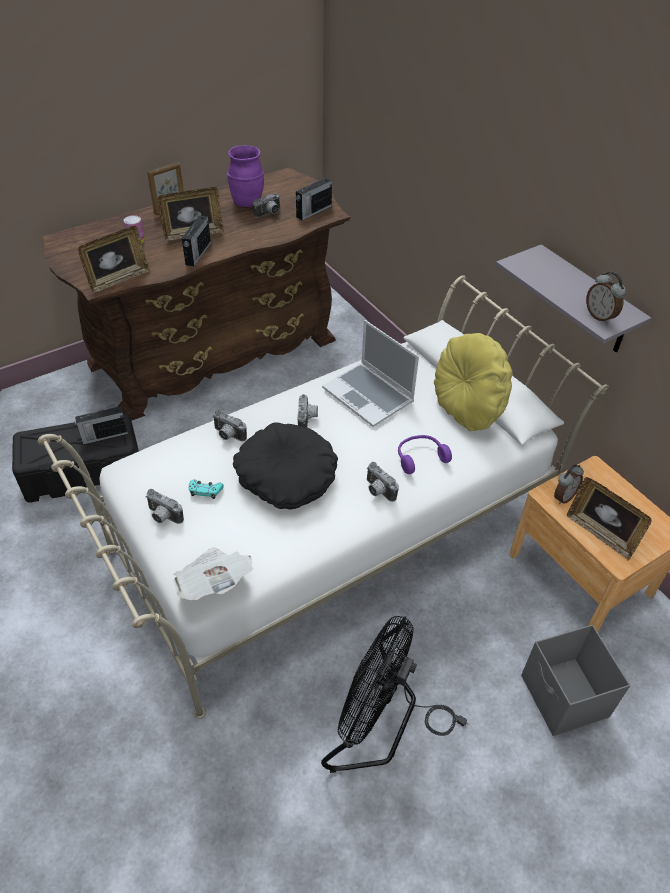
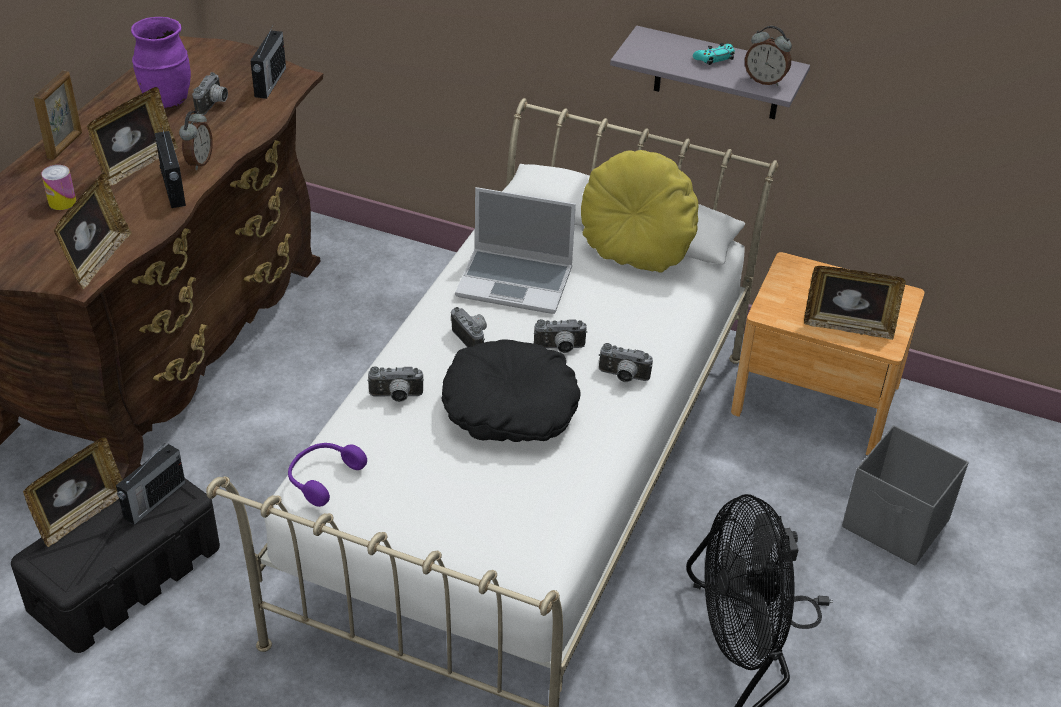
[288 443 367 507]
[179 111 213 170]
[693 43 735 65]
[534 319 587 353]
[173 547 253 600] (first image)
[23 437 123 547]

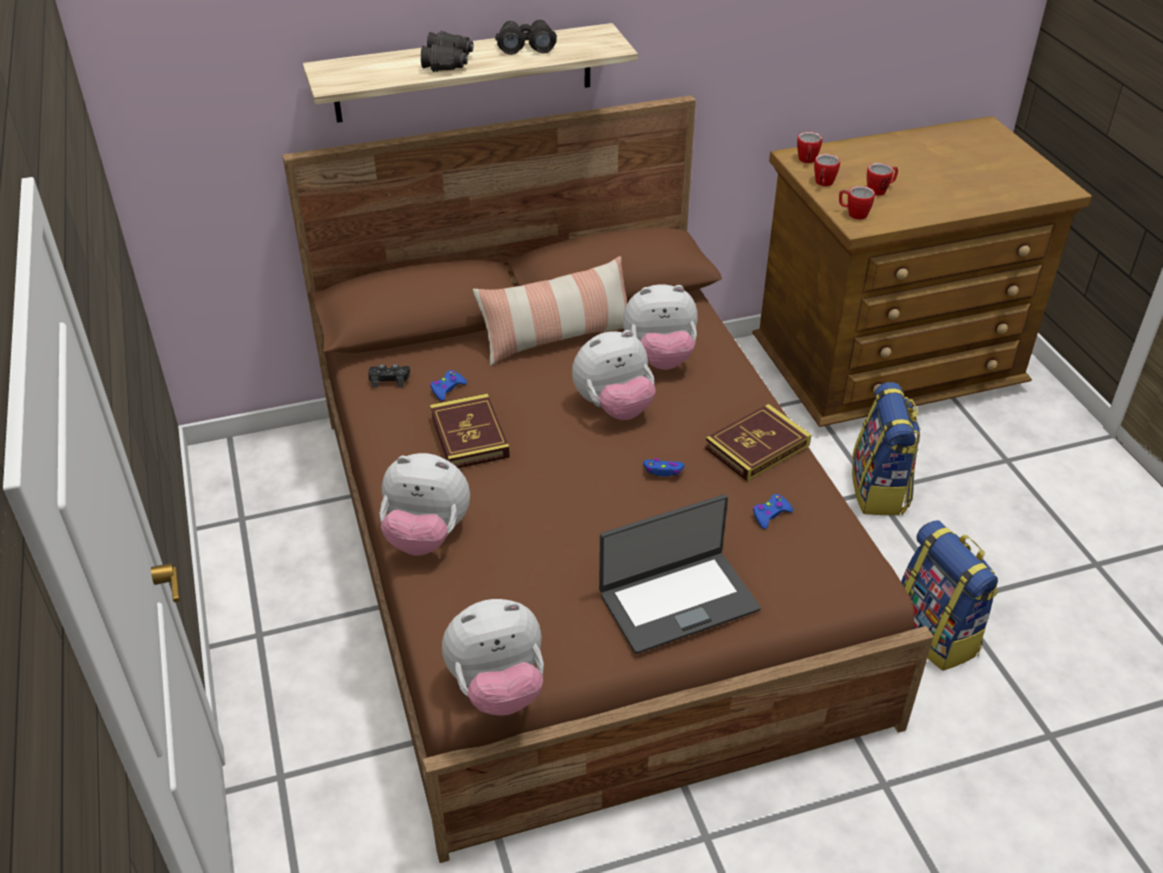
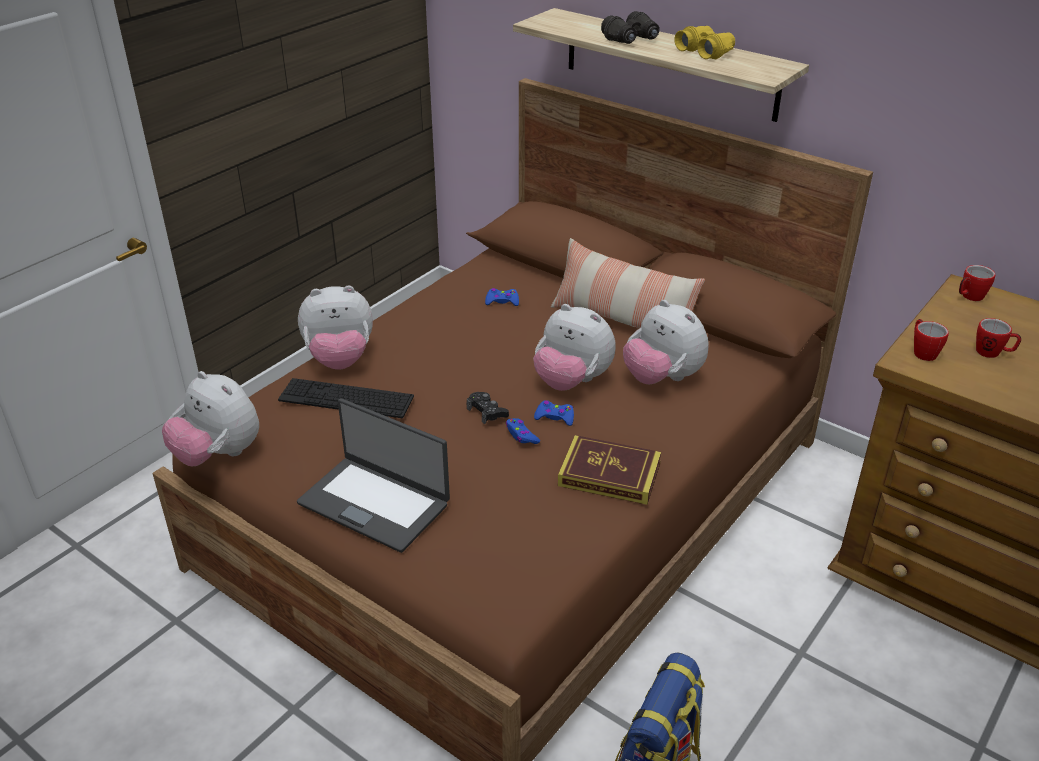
[674 26 735 59]
[814 154 840 186] (first image)
[467 392 509 424]
[852 382 920 515] (first image)
[430 394 510 469] (first image)
[298 285 373 370]
[534 400 574 426]
[278 378 414 418]

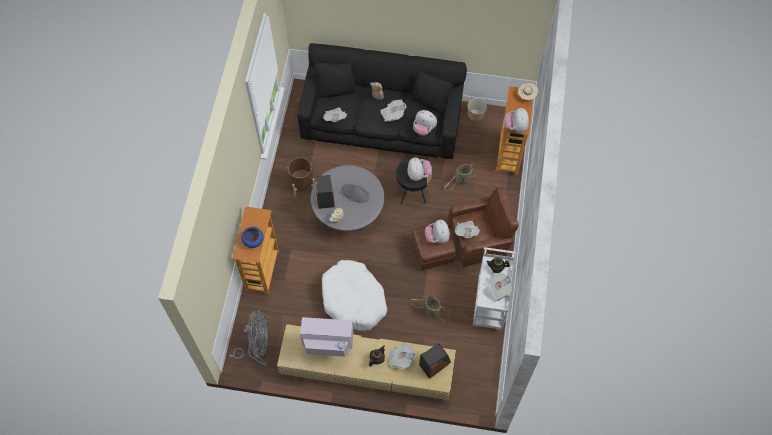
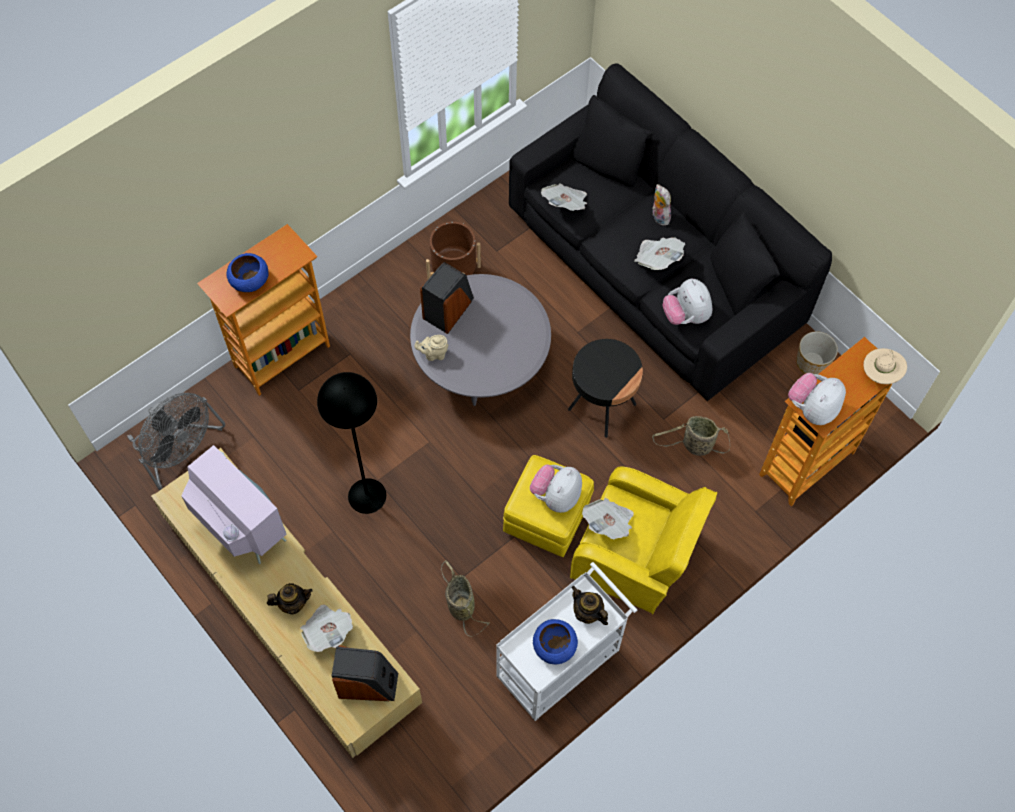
[407 157 432 181] (first image)
[341 184 370 203] (first image)
[503 455 717 615]
[317 372 386 514]
[533 619 578 664]

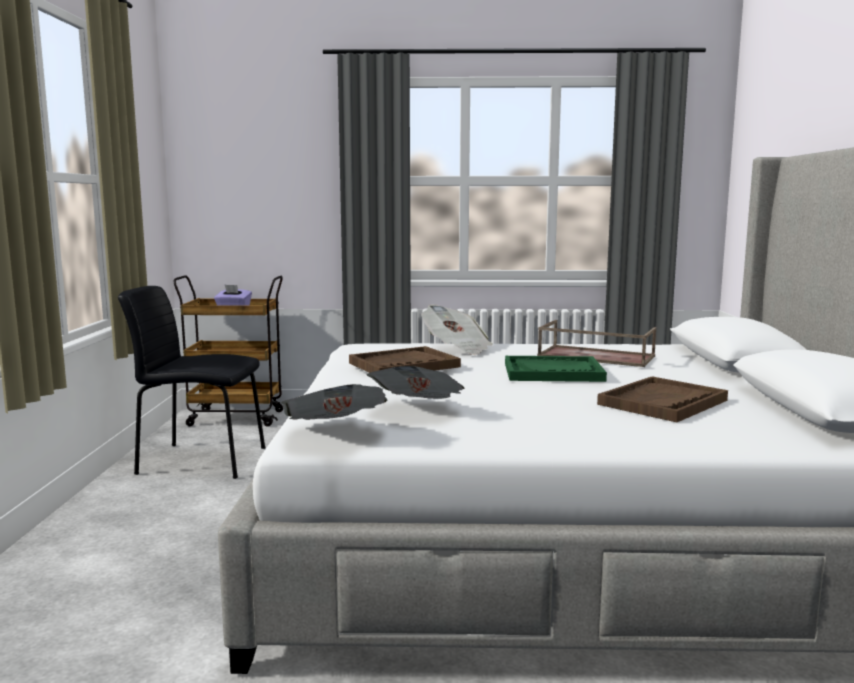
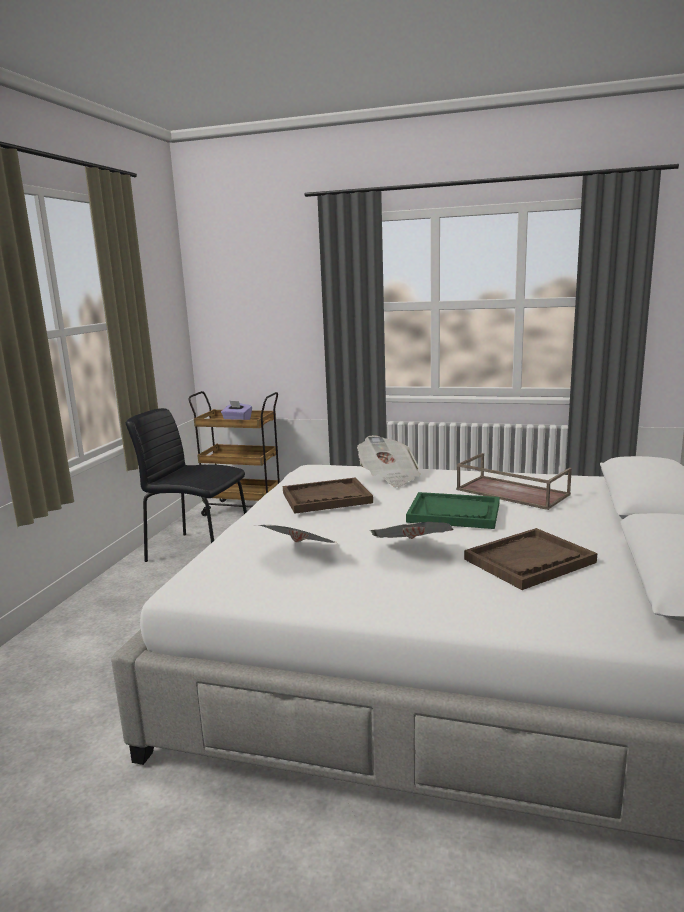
[370 522 454 539]

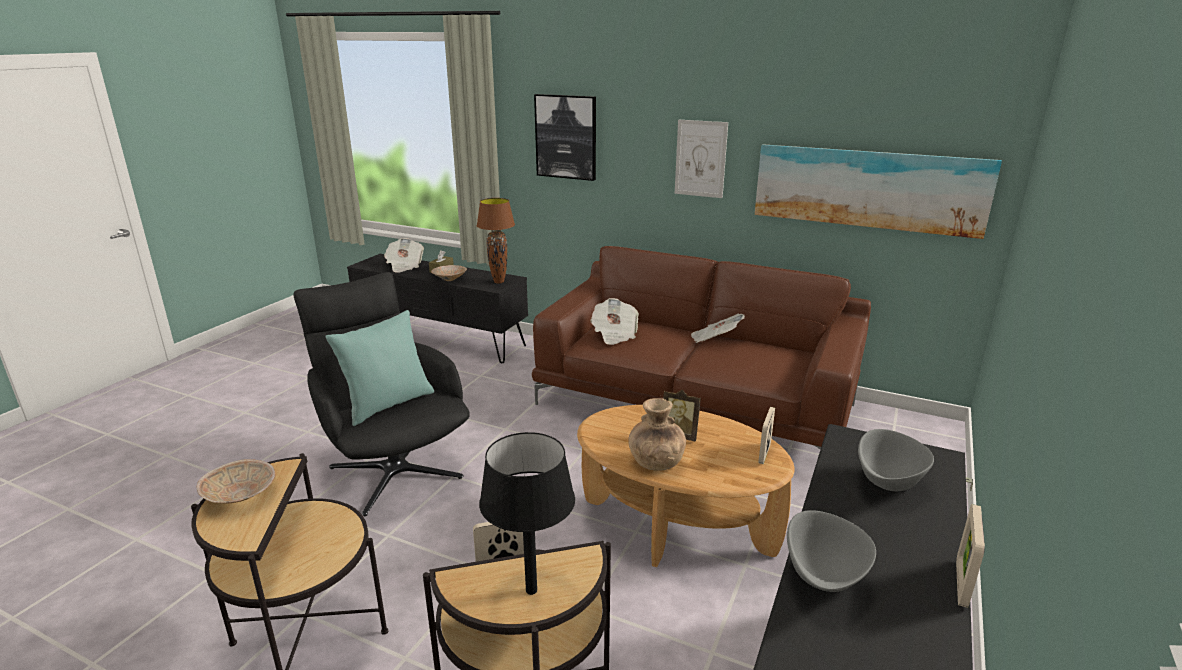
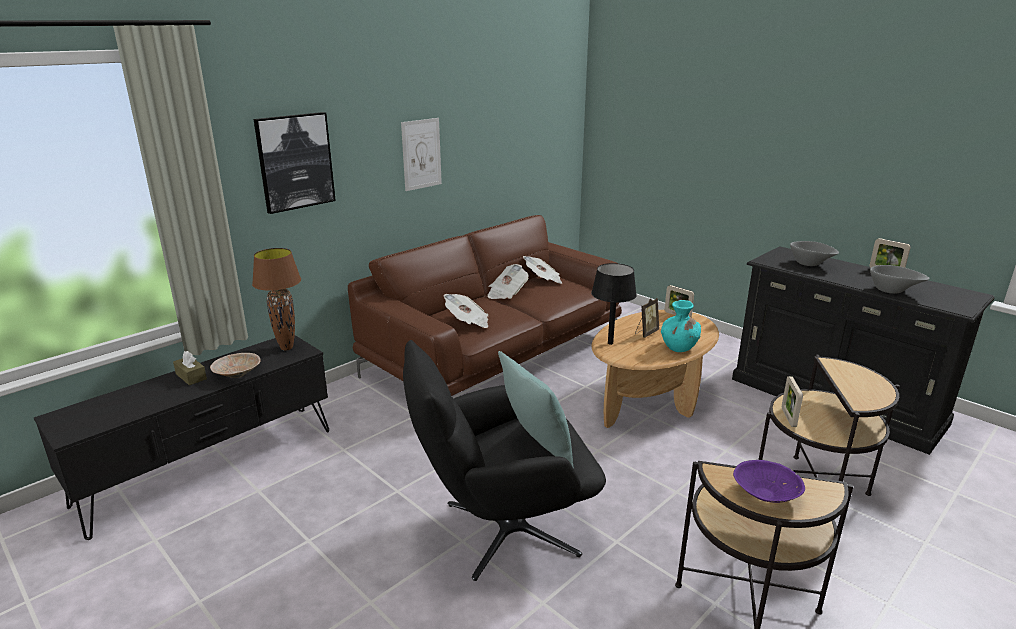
[755 144 1002 239] (first image)
[523 256 562 284]
[661 300 701 352]
[591 263 637 345]
[733 460 805 503]

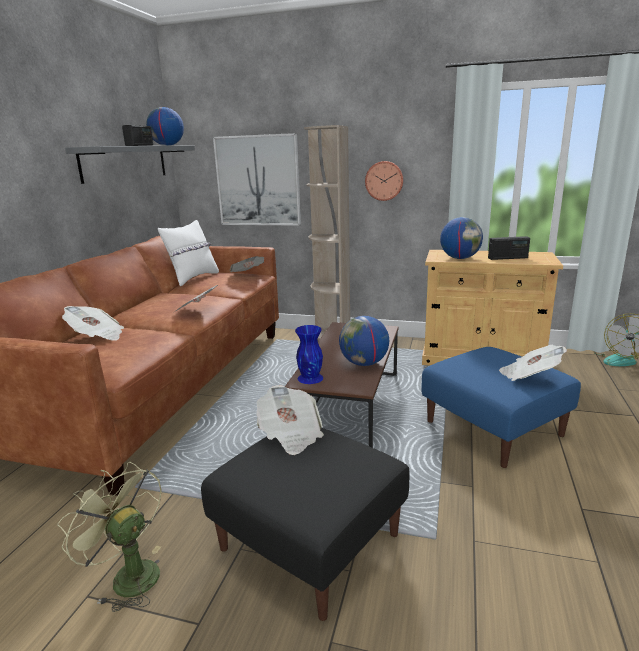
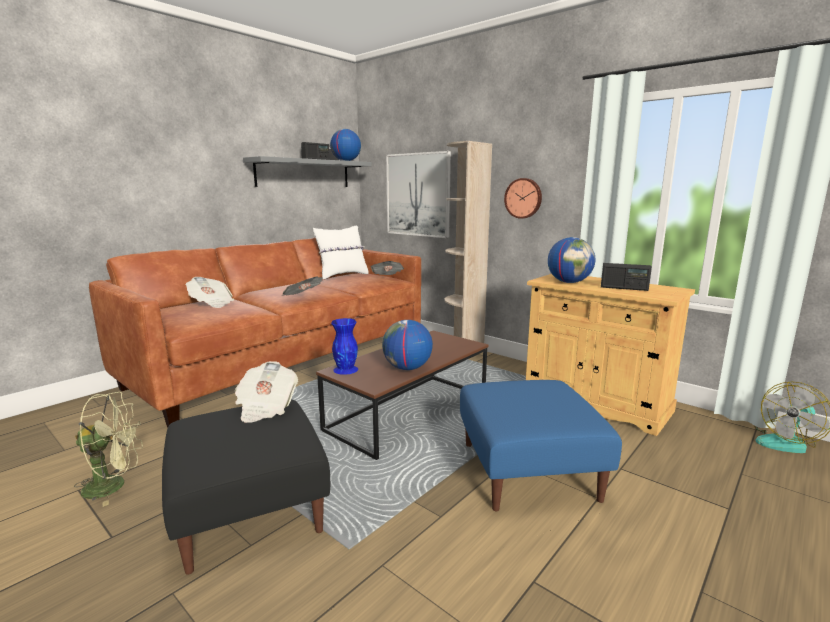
[499 345 567 381] (first image)
[74 392 143 507]

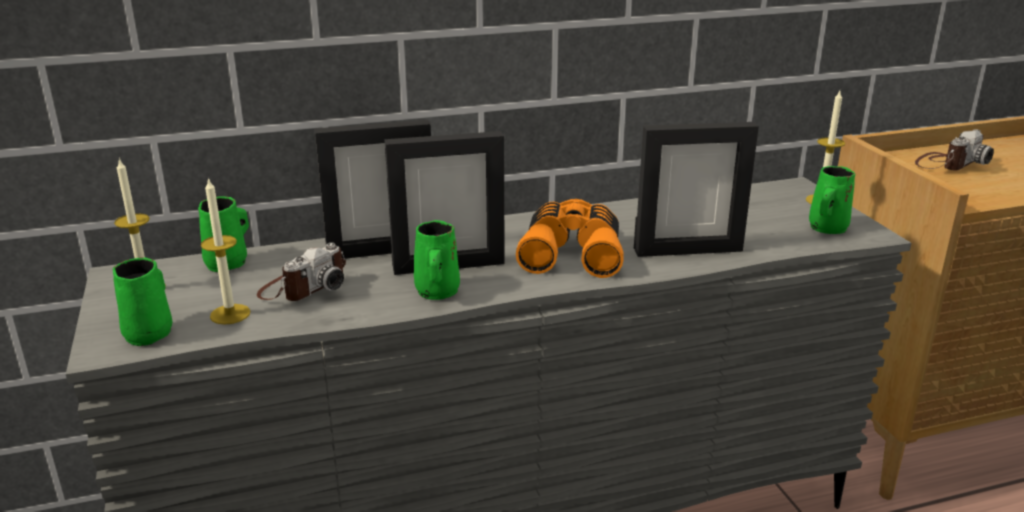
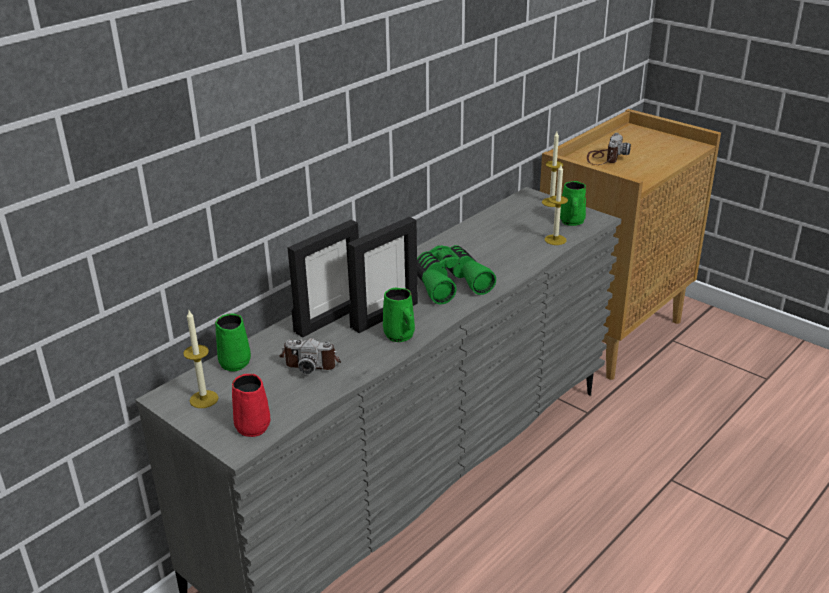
[634 122 759 257] (first image)
[545 165 568 245]
[417 245 496 304]
[279 338 341 374]
[232 374 271 437]

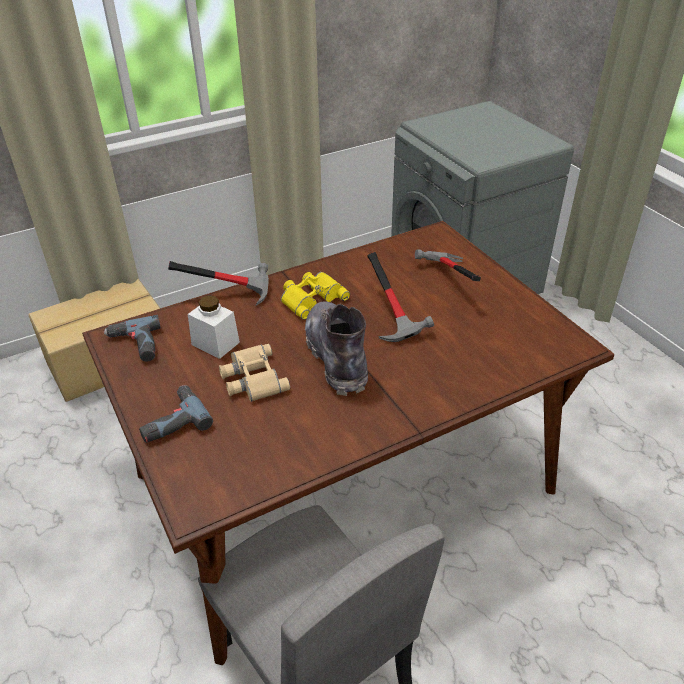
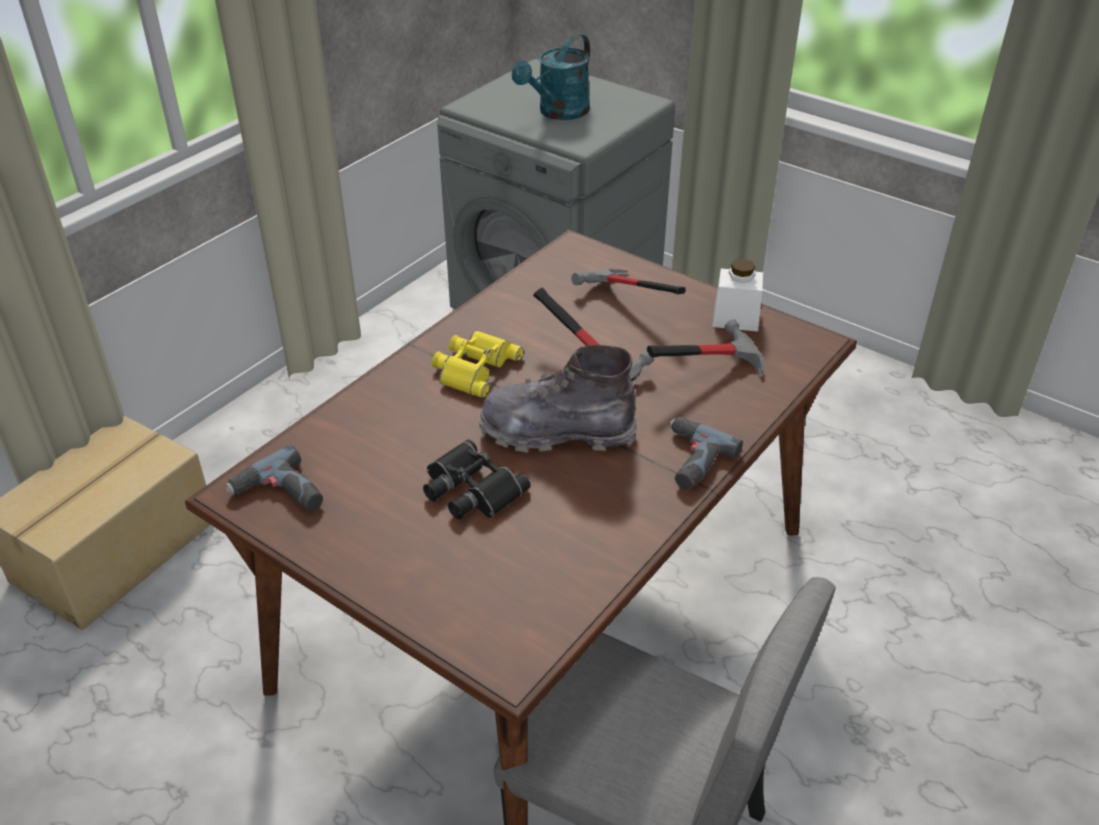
[647 319 764 378]
[712 258 763 331]
[479 345 637 453]
[423 439 531 519]
[670 417 743 490]
[512 33 590 120]

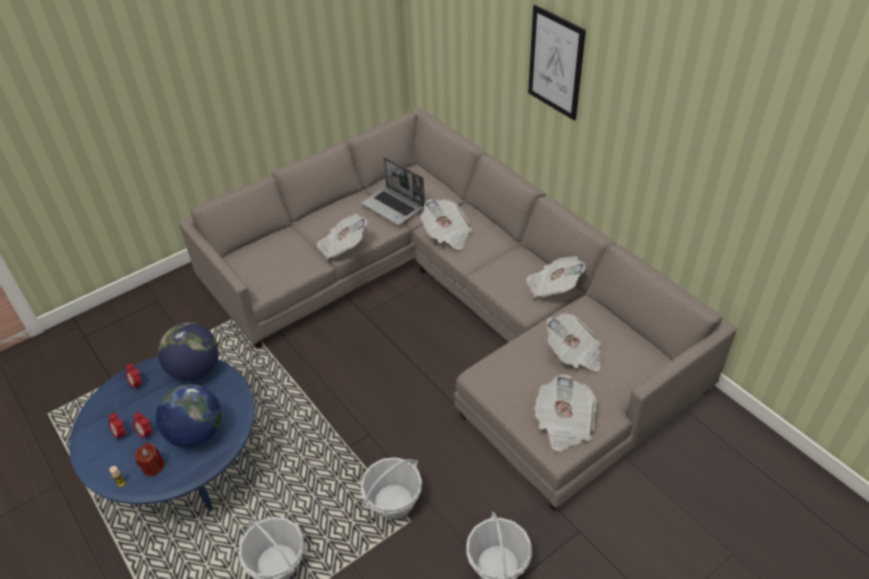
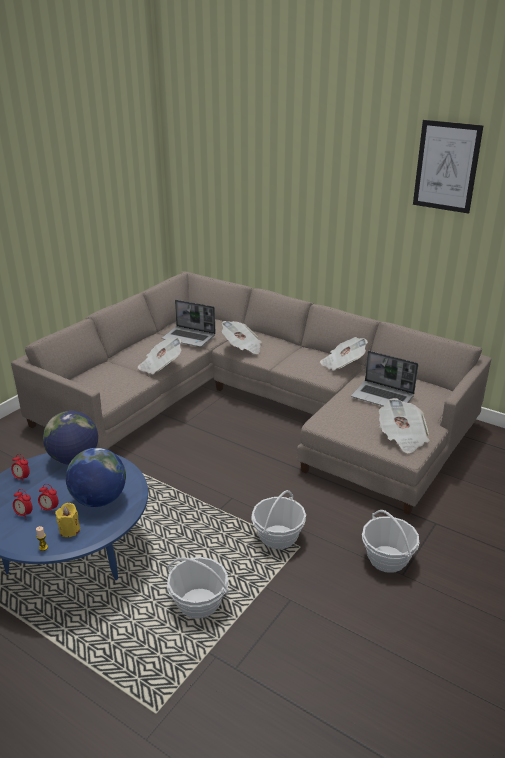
[413 120 484 214]
[351 351 418 406]
[55 503 80 537]

